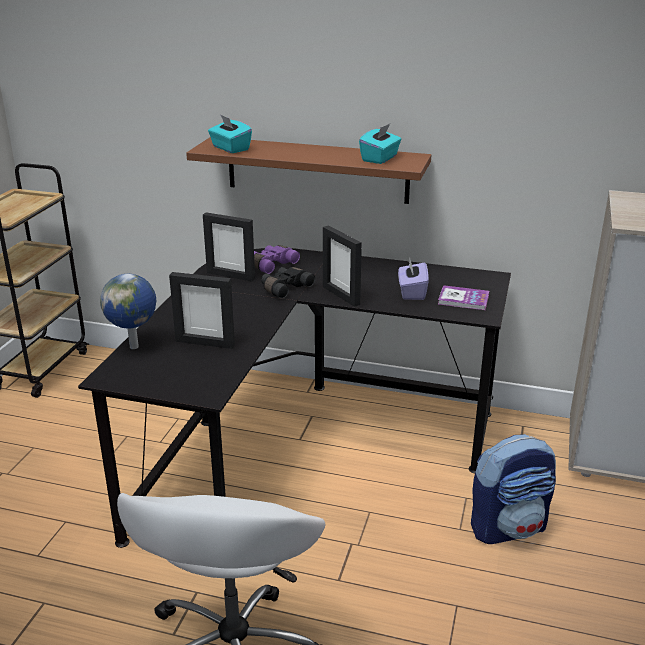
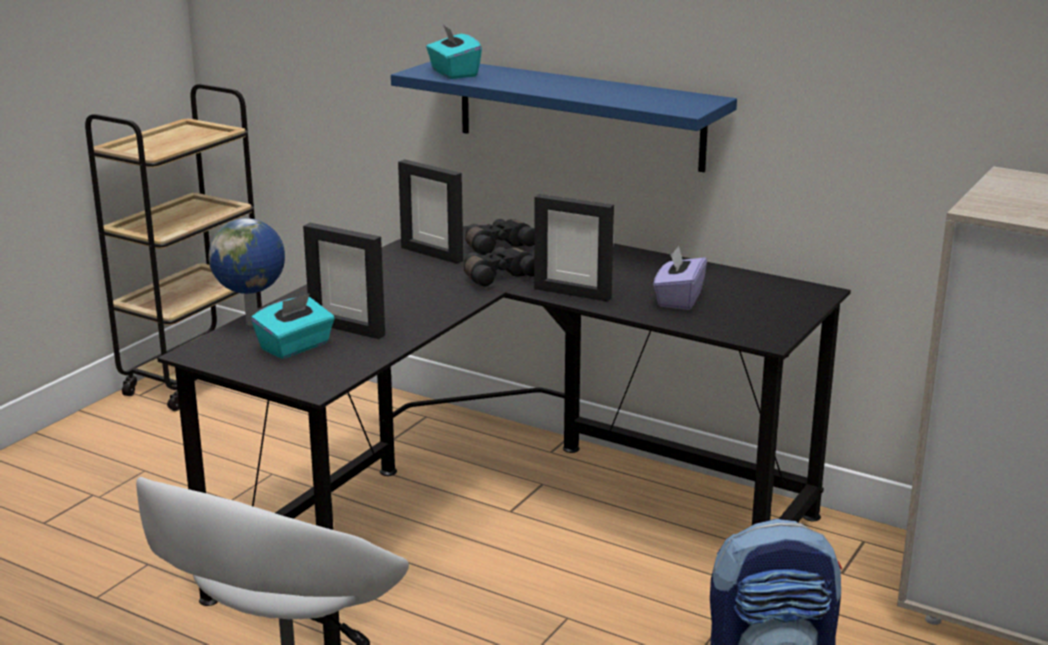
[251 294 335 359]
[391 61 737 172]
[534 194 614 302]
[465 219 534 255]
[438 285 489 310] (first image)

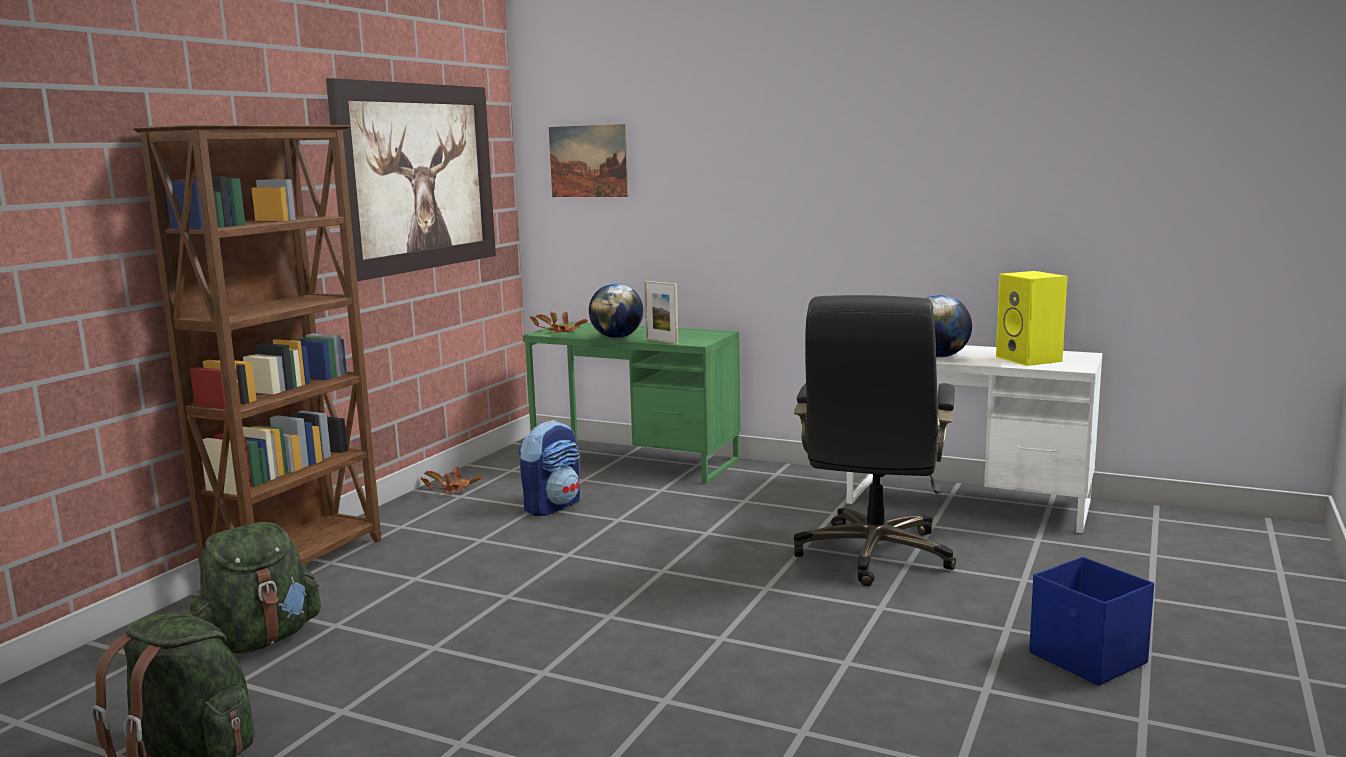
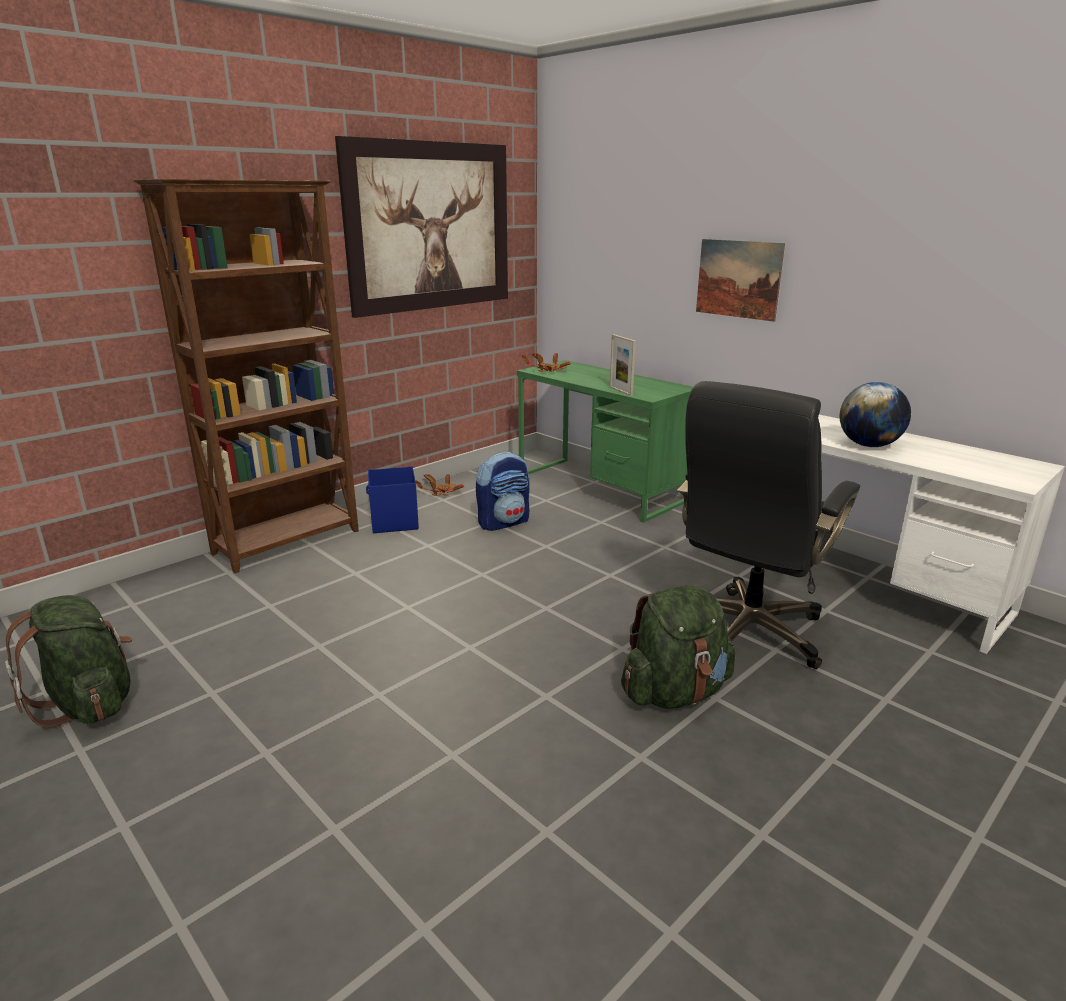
[696 239 785 322]
[996 271 1067 366] (first image)
[589 283 643 338] (first image)
[621 585 736 709]
[366 467 419 533]

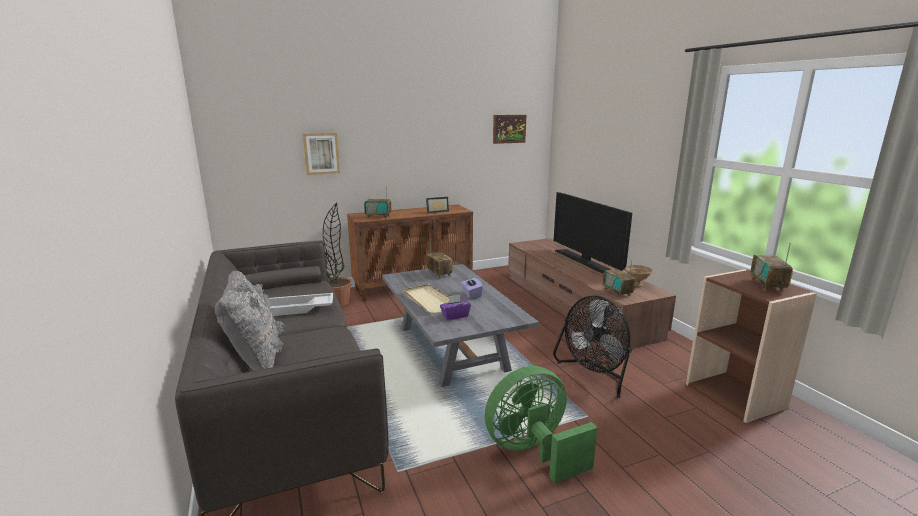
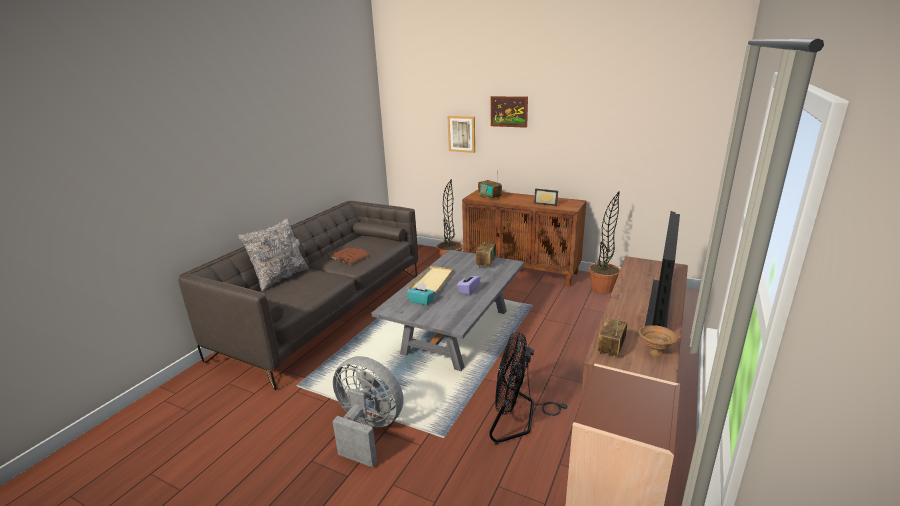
[491 96 528 128]
[750 243 793 292] (first image)
[328 247 370 264]
[407 283 435 305]
[333 356 403 467]
[589 192 620 294]

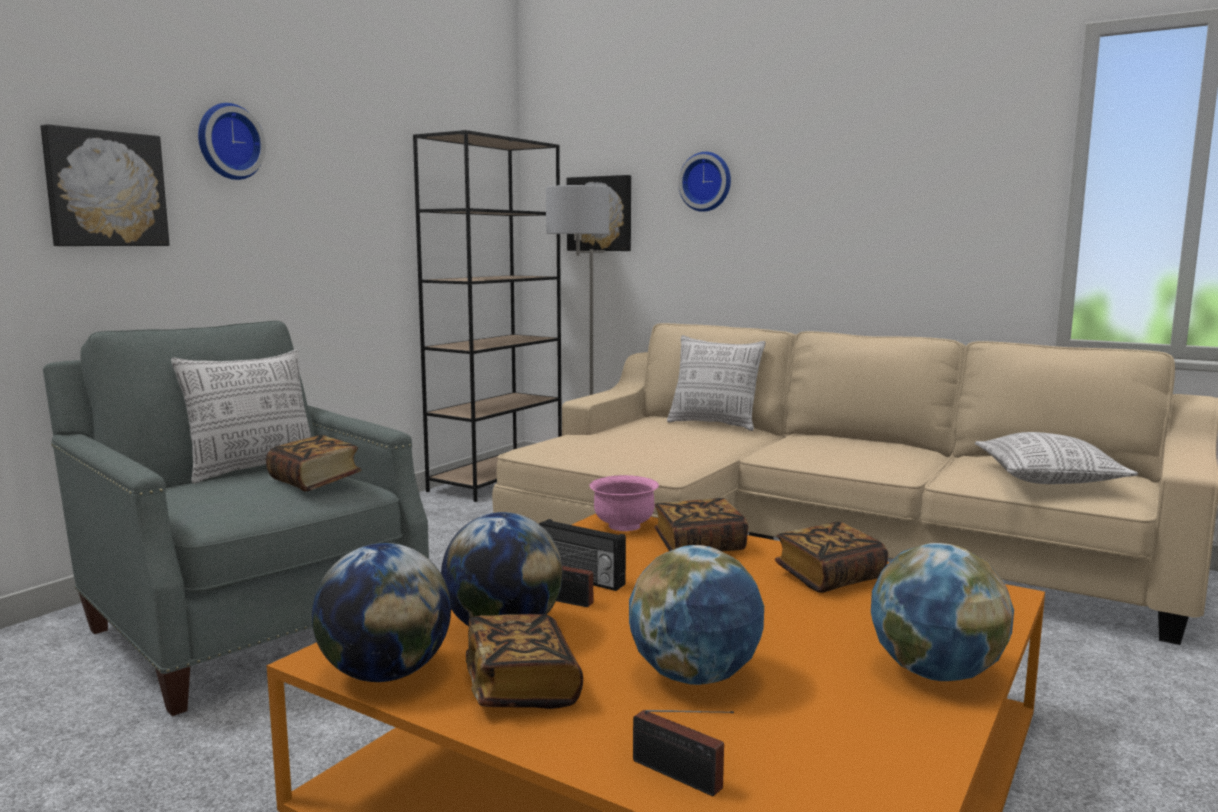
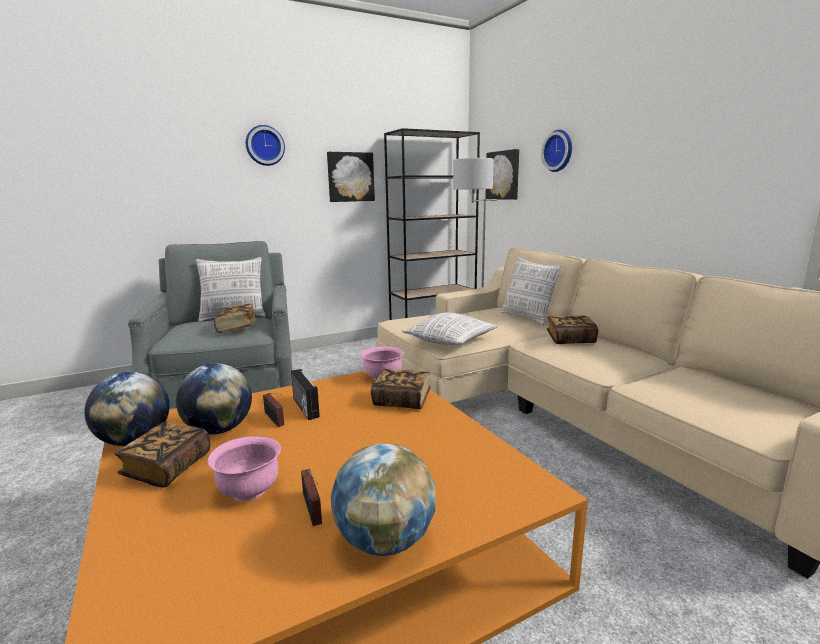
[327 152 375 202]
[402 313 498 345]
[547 316 599 344]
[208 436 281 501]
[301 469 322 526]

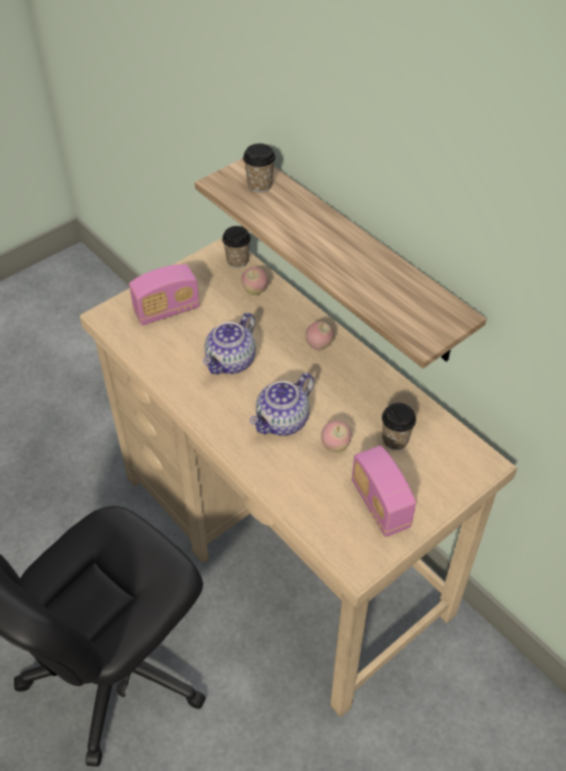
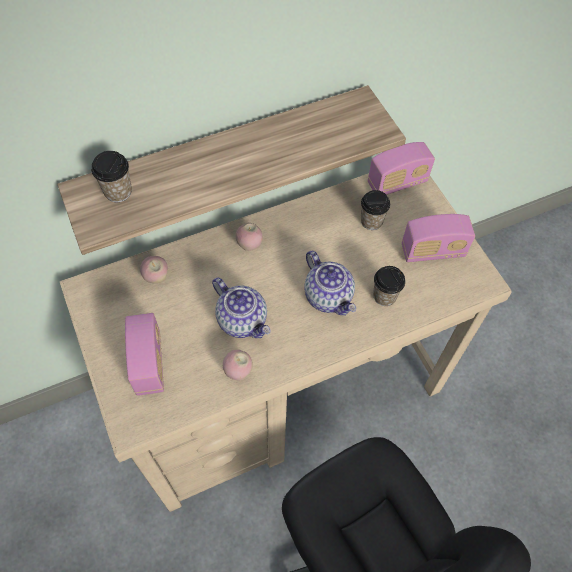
[373 266 405 306]
[223 350 253 380]
[368 142 435 195]

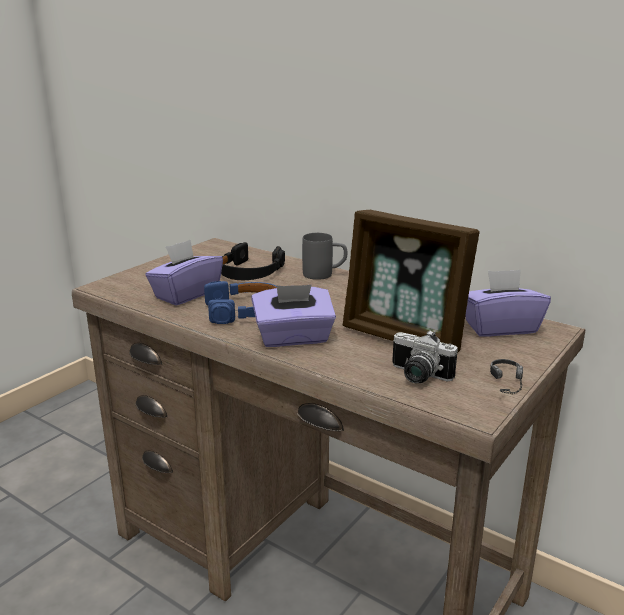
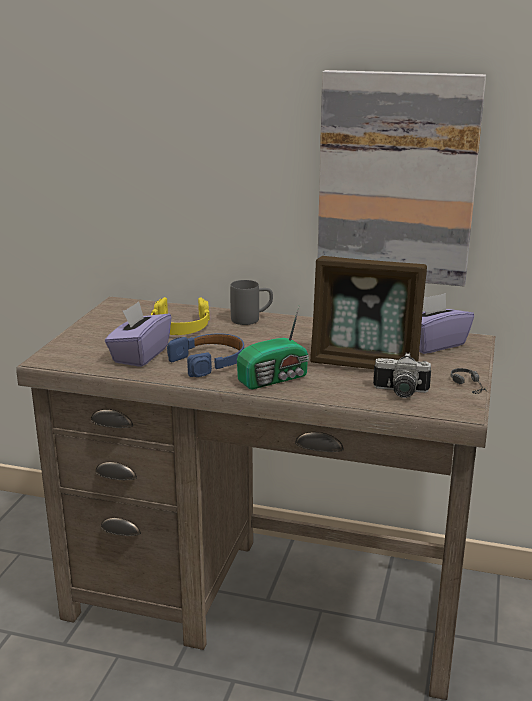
[150 297 210 335]
[237 304 309 389]
[318 70 486 286]

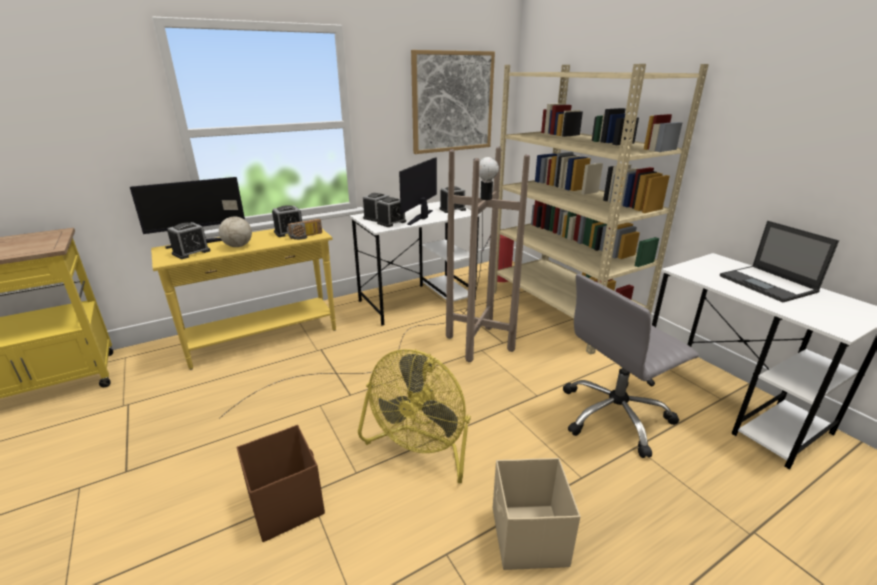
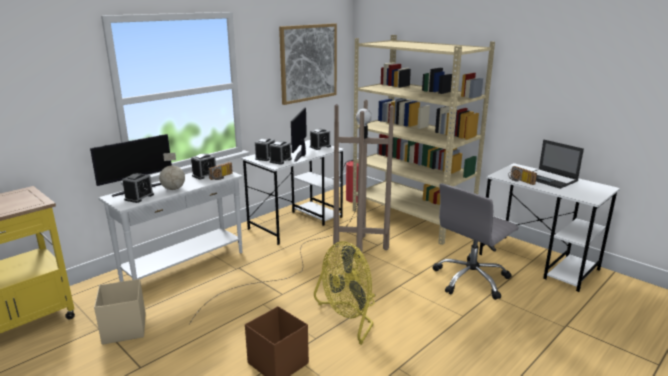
[98 172 243 282]
[314 241 376 345]
[94 279 146 345]
[509 166 537 185]

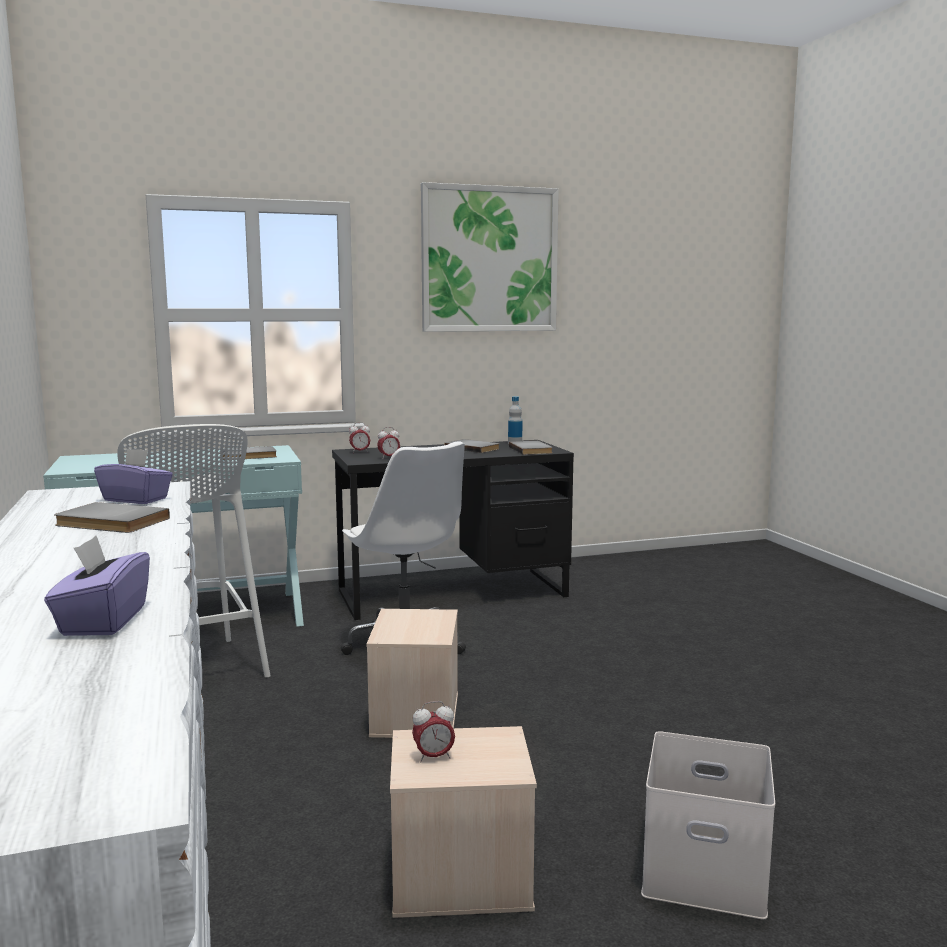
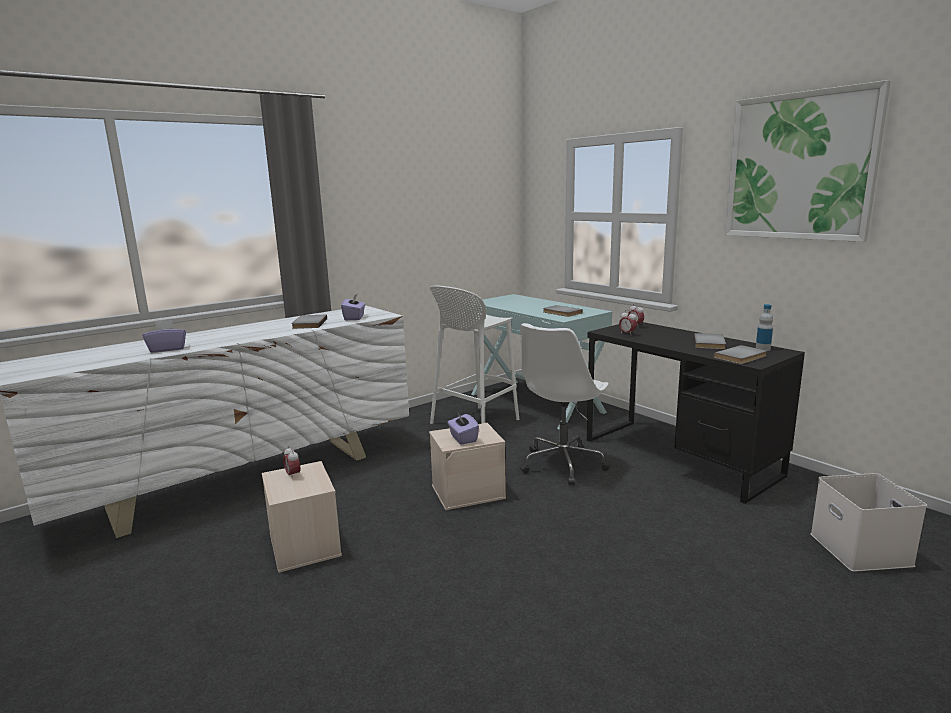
[810 473 927 572]
[447 413 479 445]

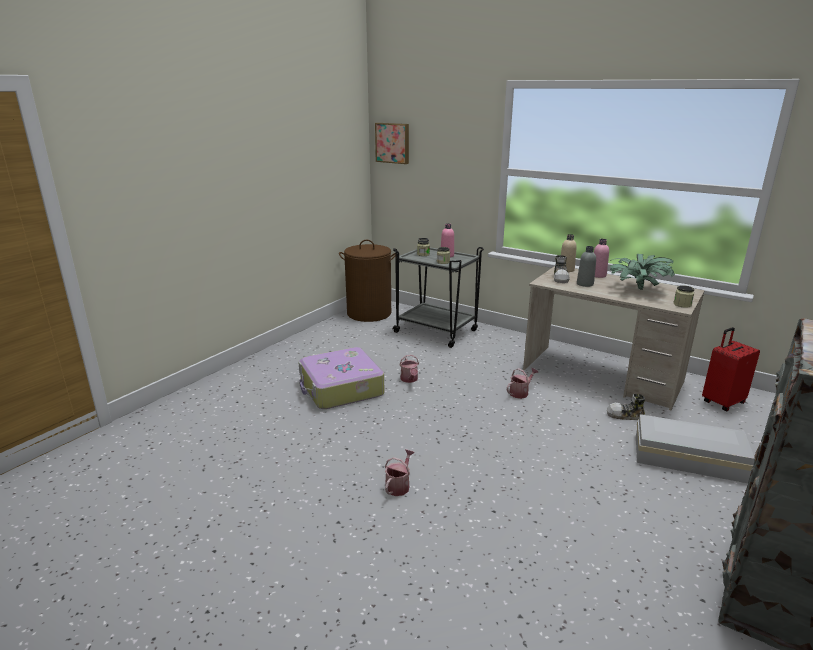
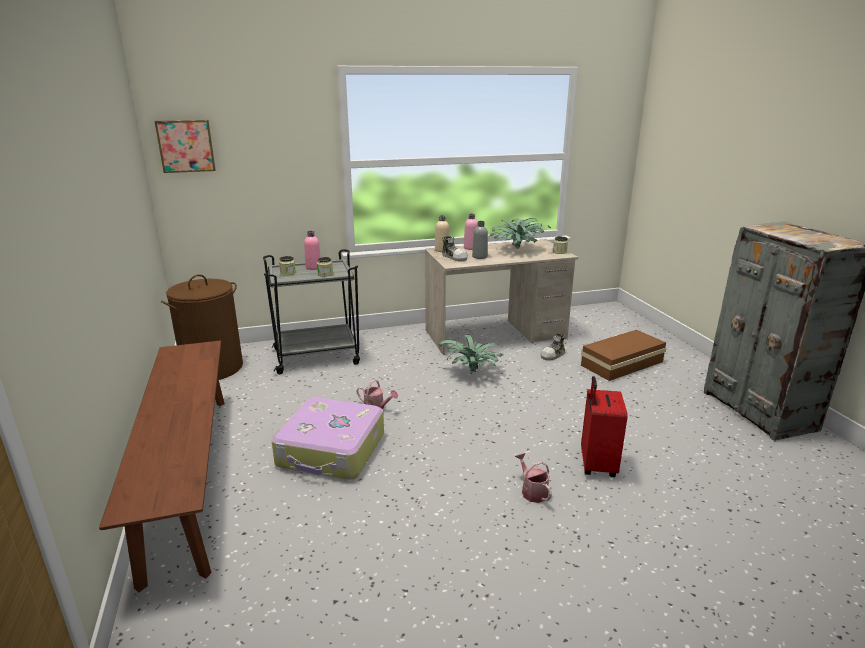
[581 376 628 477]
[439 334 503 374]
[581 330 666 381]
[99 341 225 592]

